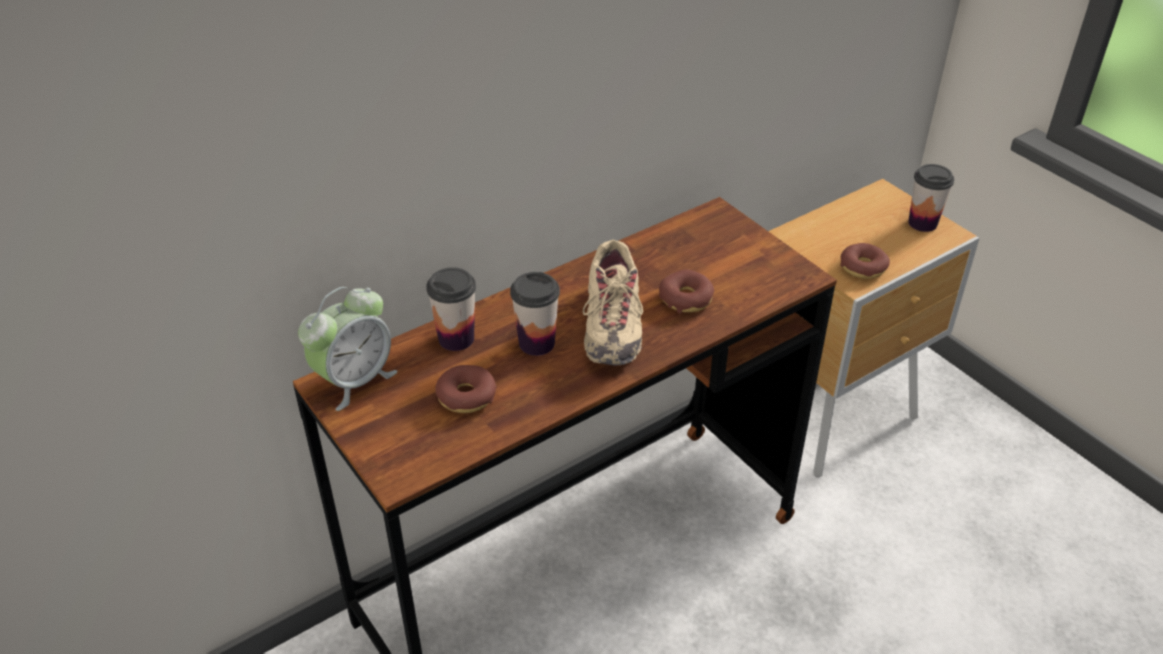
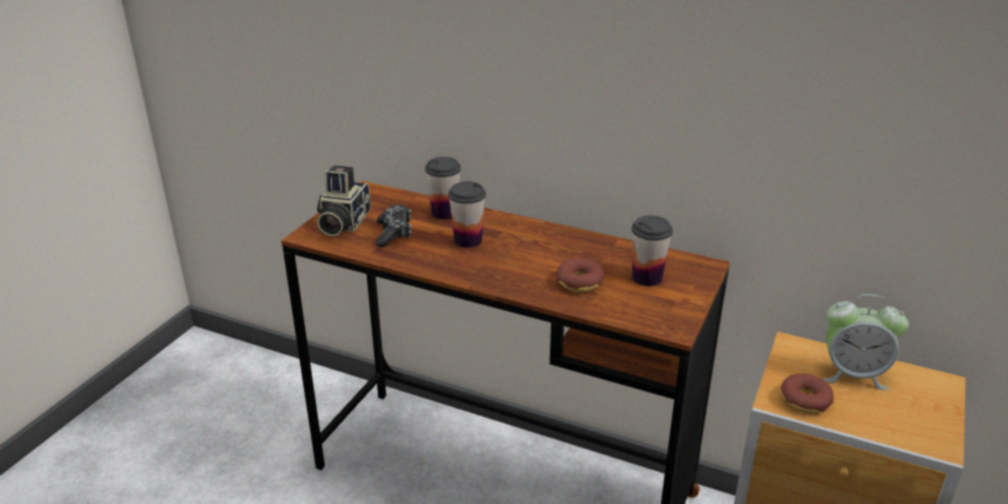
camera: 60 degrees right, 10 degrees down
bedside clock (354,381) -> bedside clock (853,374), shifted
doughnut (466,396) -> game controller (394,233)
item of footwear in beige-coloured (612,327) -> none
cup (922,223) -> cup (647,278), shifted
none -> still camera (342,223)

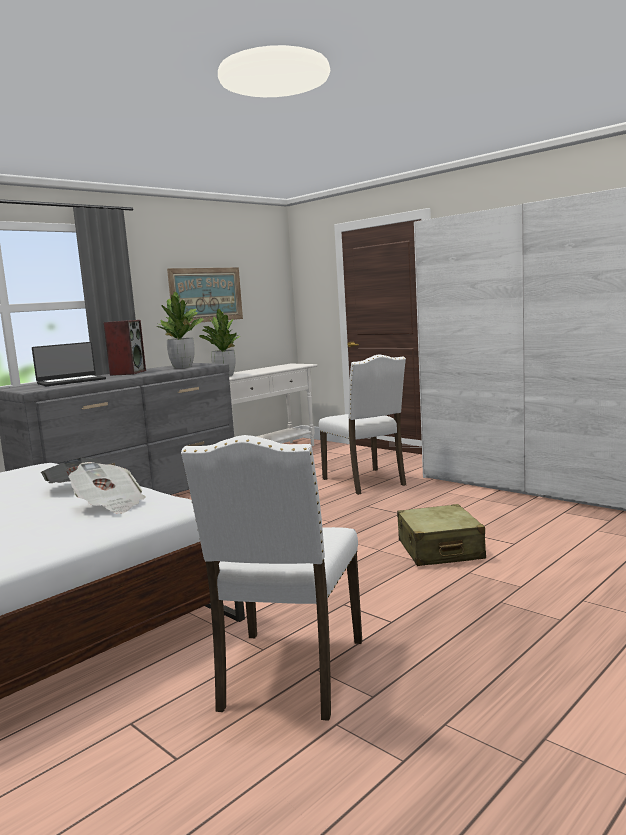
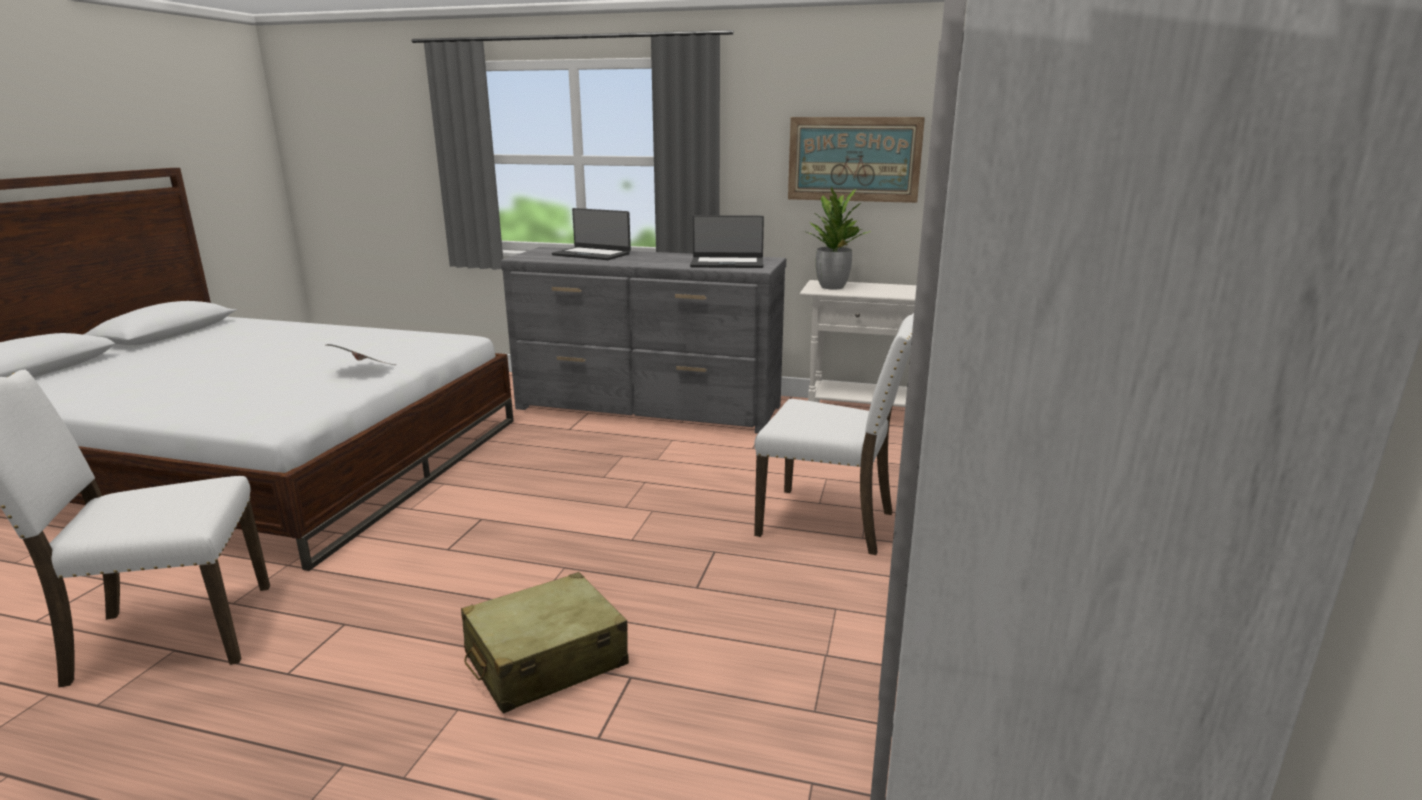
camera: 60 degrees right, 10 degrees up
newspaper (110,505) -> none
speaker (128,373) -> none
houseplant (182,367) -> portable computer (727,263)
chair in white (366,482) -> chair in white (830,522), 105 degrees counterclockwise

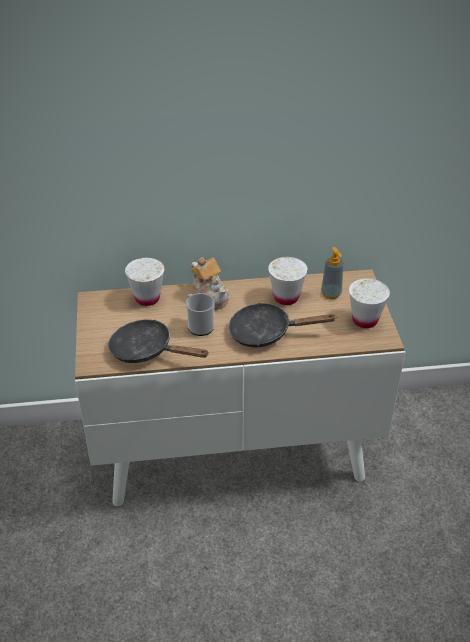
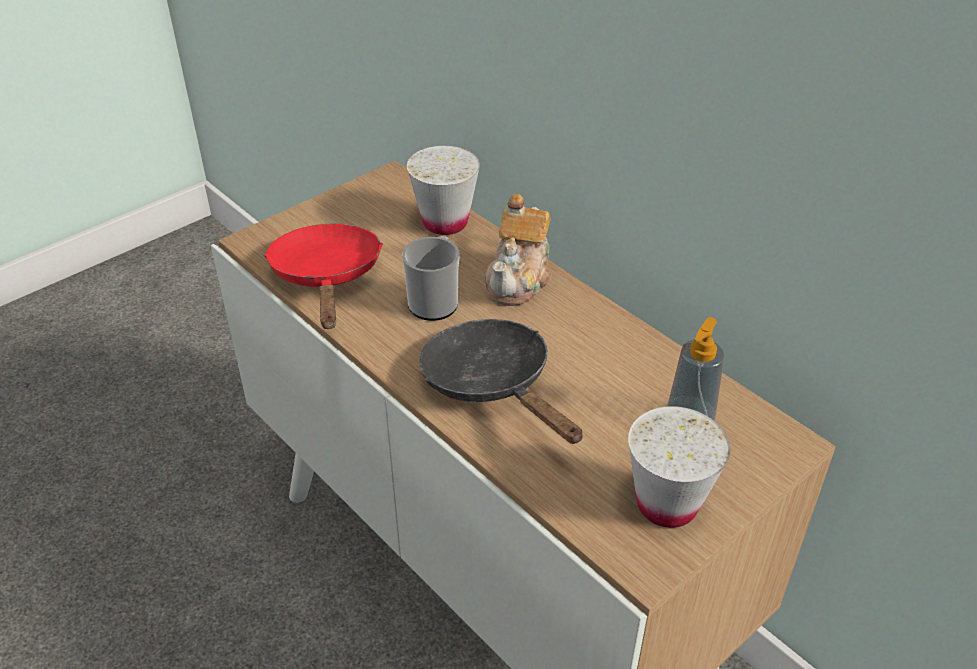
camera: 55 degrees right, 0 degrees up
pan in black-coloured (147,351) -> pan in red (327,277)
cup in white (286,297) -> none

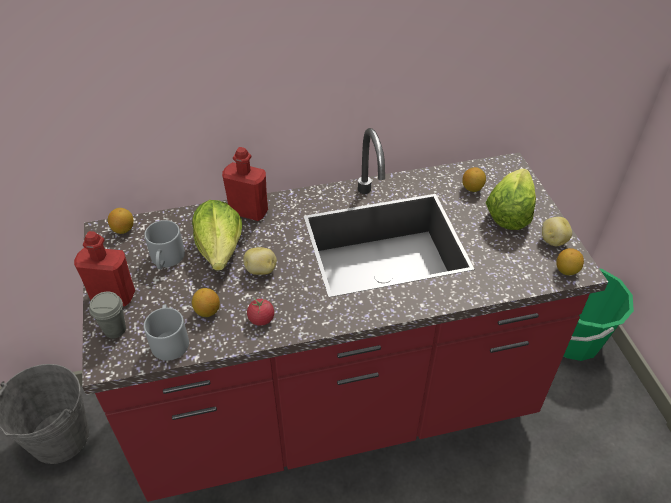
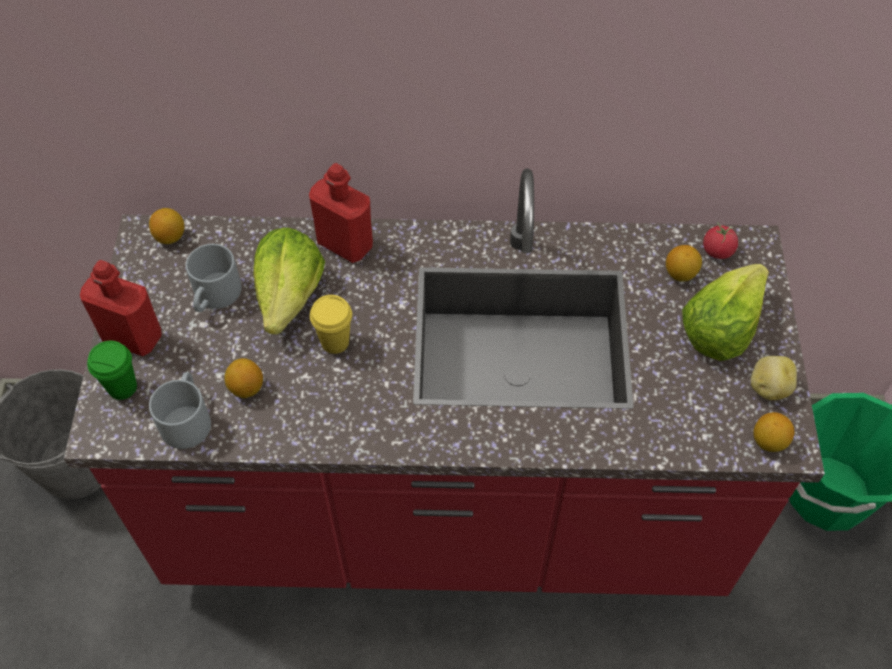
camera: 15 degrees right, 10 degrees up
cup in gray (115,330) -> cup in green-coloured (122,387)
whole potato (261,270) -> cup in yellow (335,342)
tomato (261,319) -> tomato (717,251), shifted

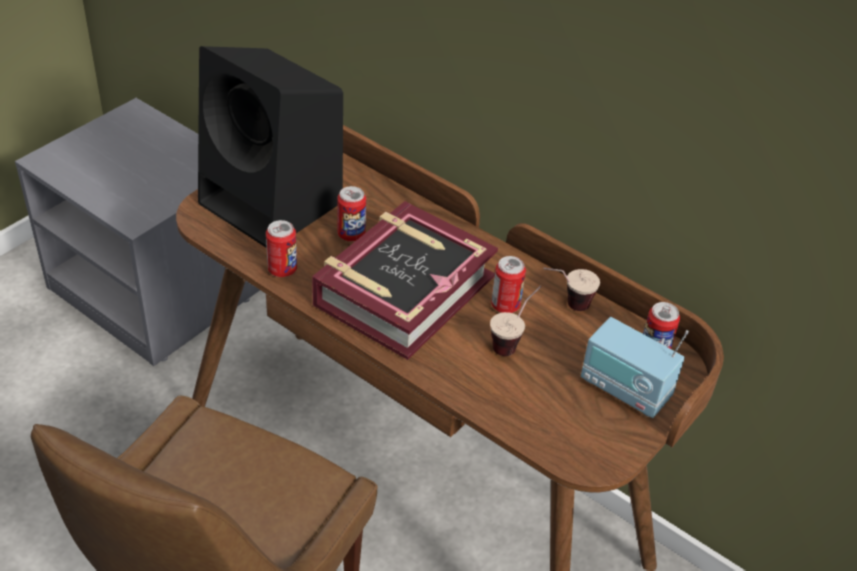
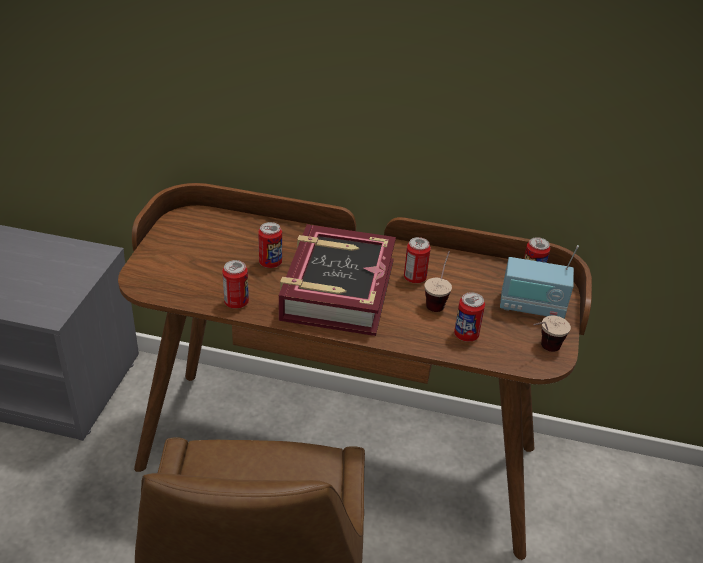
camera: 25 degrees left, 5 degrees down
speaker in black-coloured (274,204) -> none
cup (565,305) -> cup (542,350), shifted
none -> metal can (466,335)

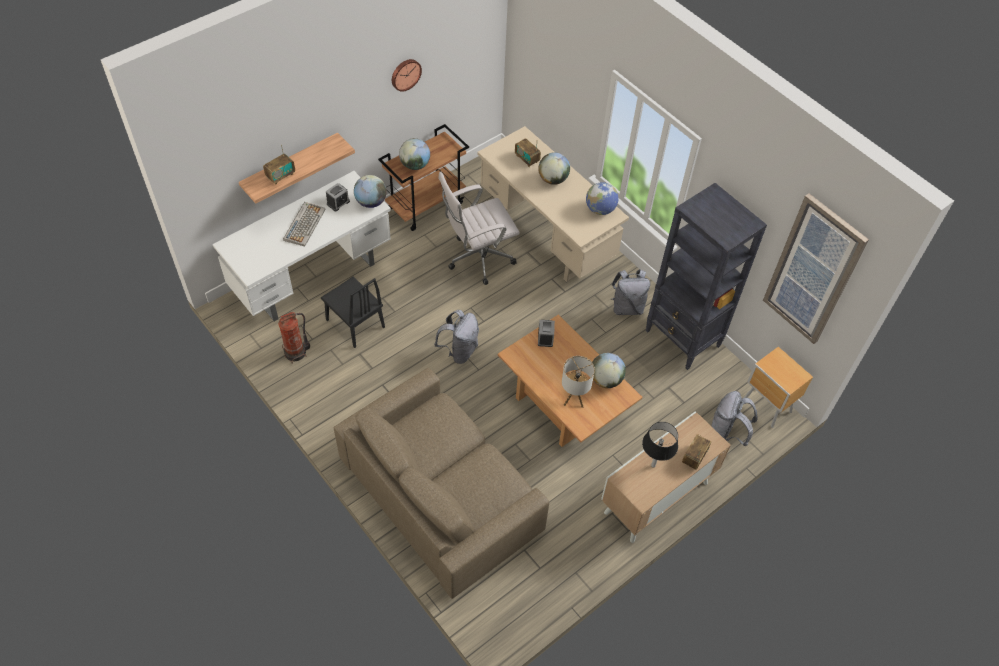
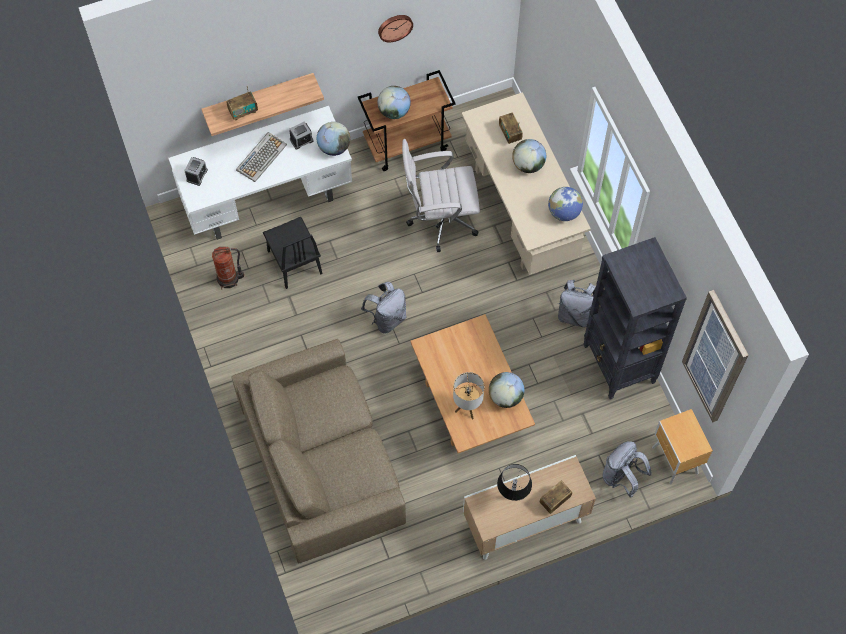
camera: 20 degrees right, 10 degrees up
bedside clock (545,338) -> bedside clock (197,175), shifted

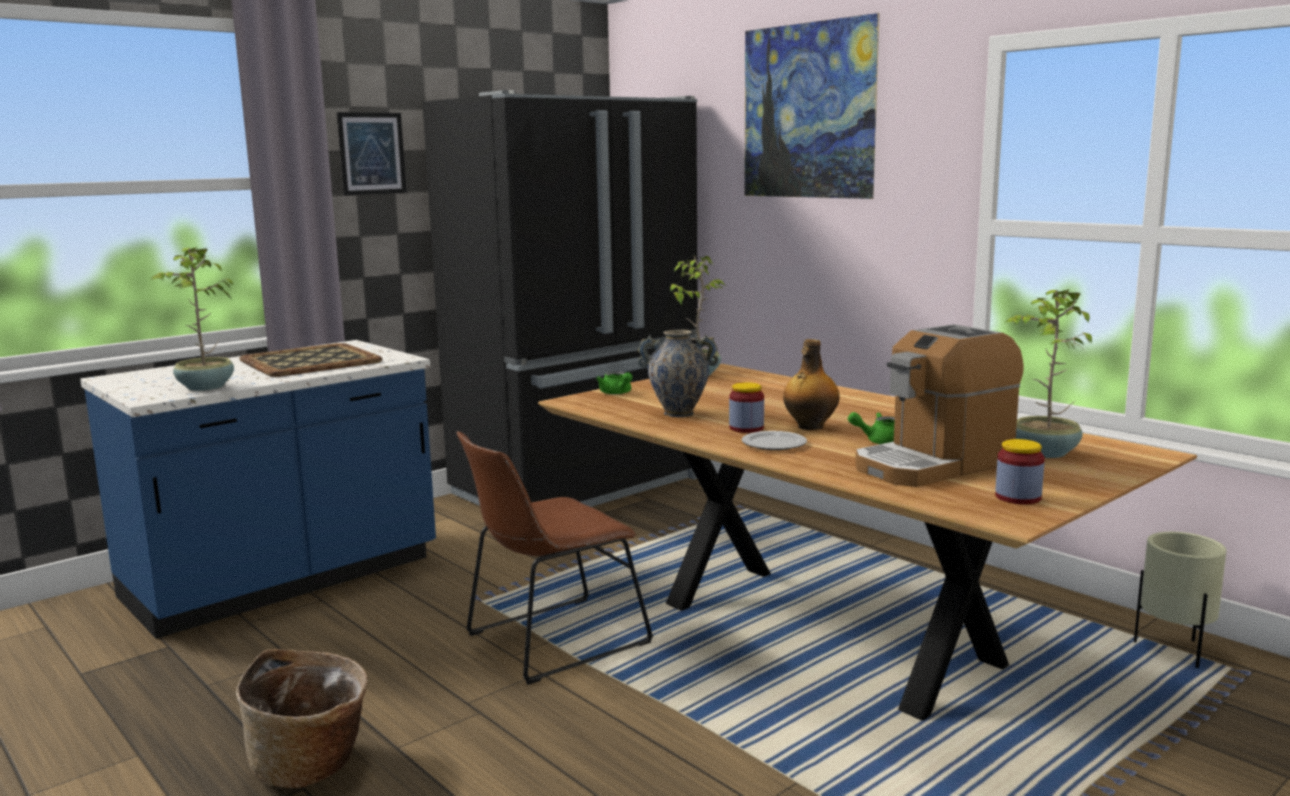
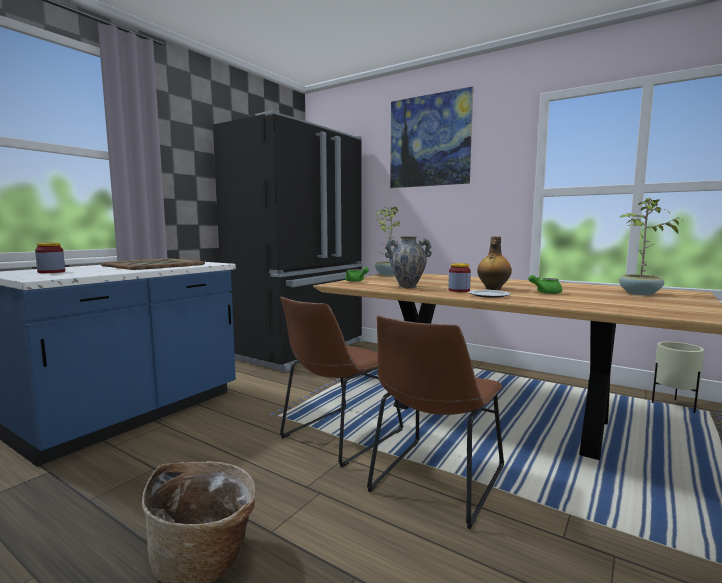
camera: 15 degrees left, 5 degrees down
houseplant (205,388) -> none
picture (372,153) -> none
coffee brewer (933,464) -> none
jar (1018,497) -> jar (51,272), shifted
none -> chair in brownish (435,482)

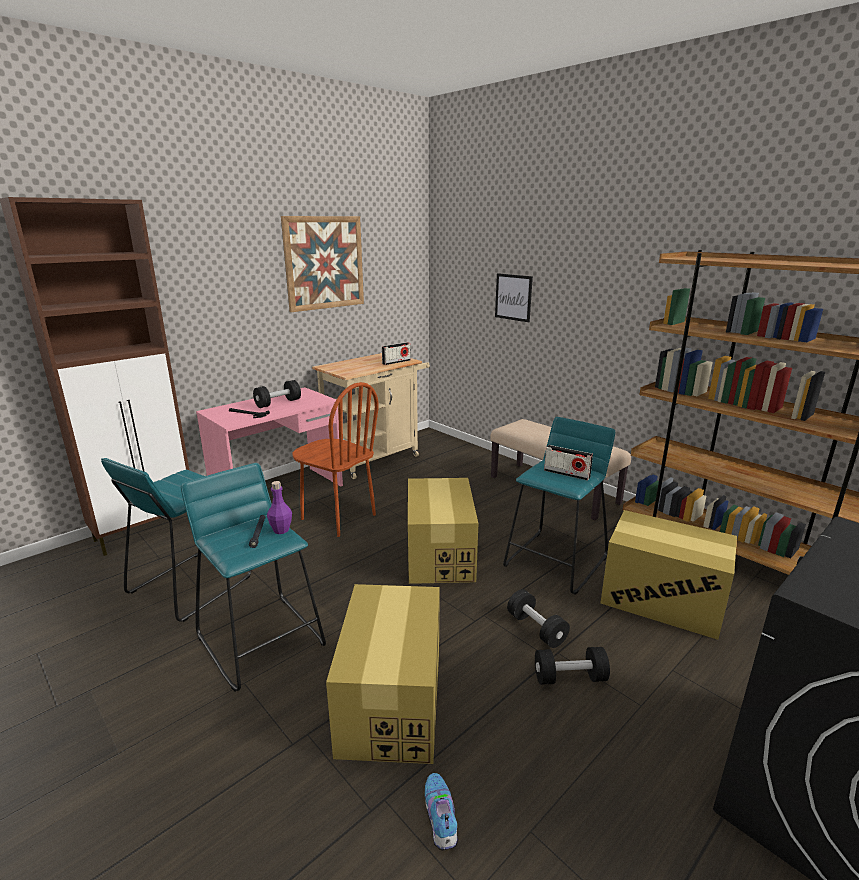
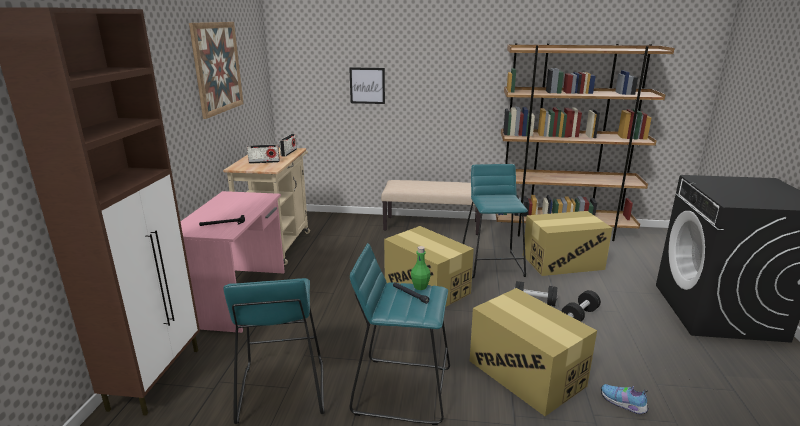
camera: 40 degrees left, 0 degrees up
hand weight in black-coloured (278,403) -> none
beverage bottle in purple-coloured (281,530) -> beverage bottle in green-coloured (420,287)
chair in brownish (338,517) -> none
radio receiver (566,474) -> radio receiver (264,162), shifted

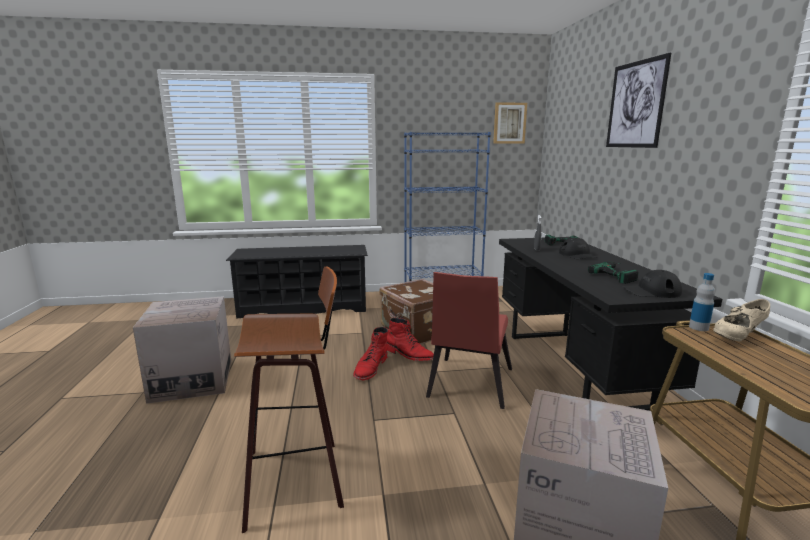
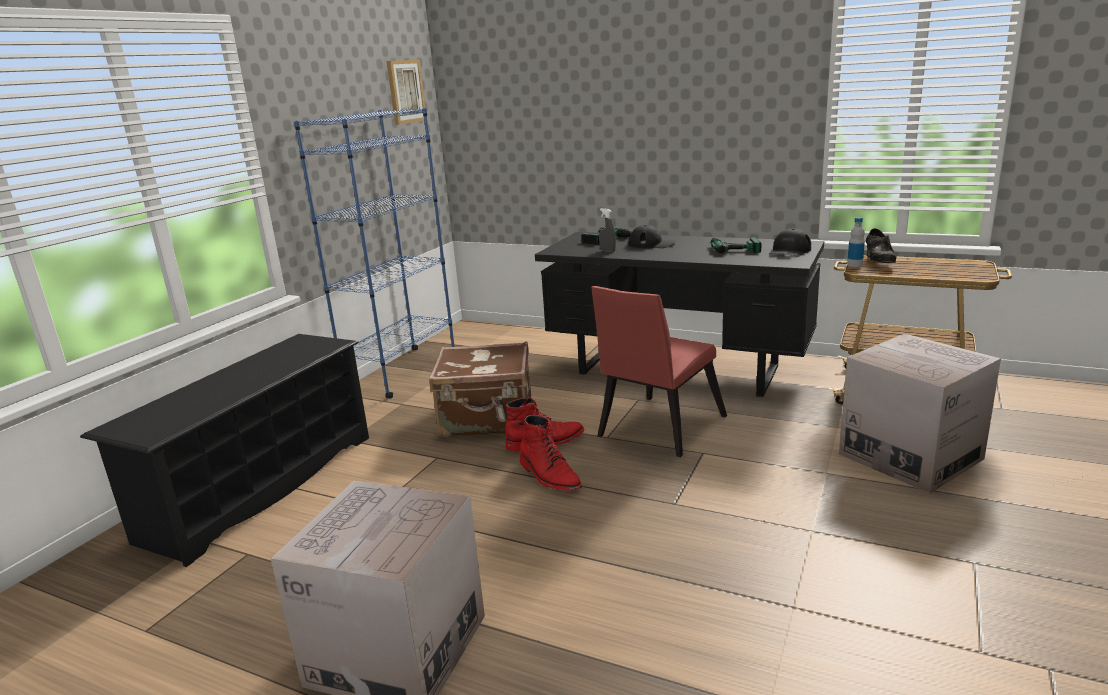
camera: 55 degrees left, 5 degrees up
sitting stool (297,478) -> none
chair in red (468,385) -> chair in red (656,429), 75 degrees clockwise
picture (635,105) -> none
item of footwear in beige-coloured (737,336) -> item of footwear in black-coloured (878,262)

